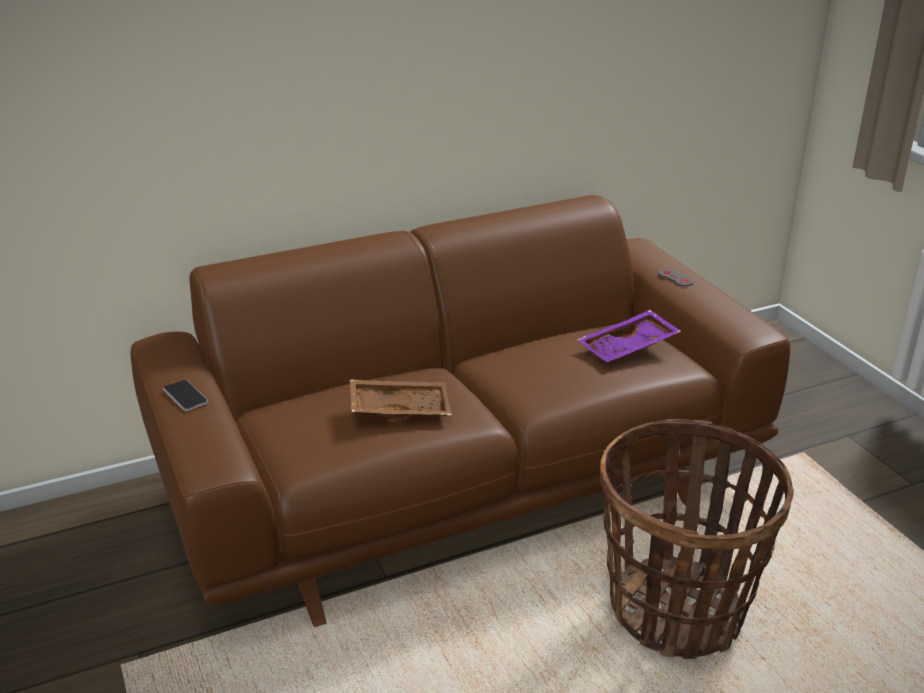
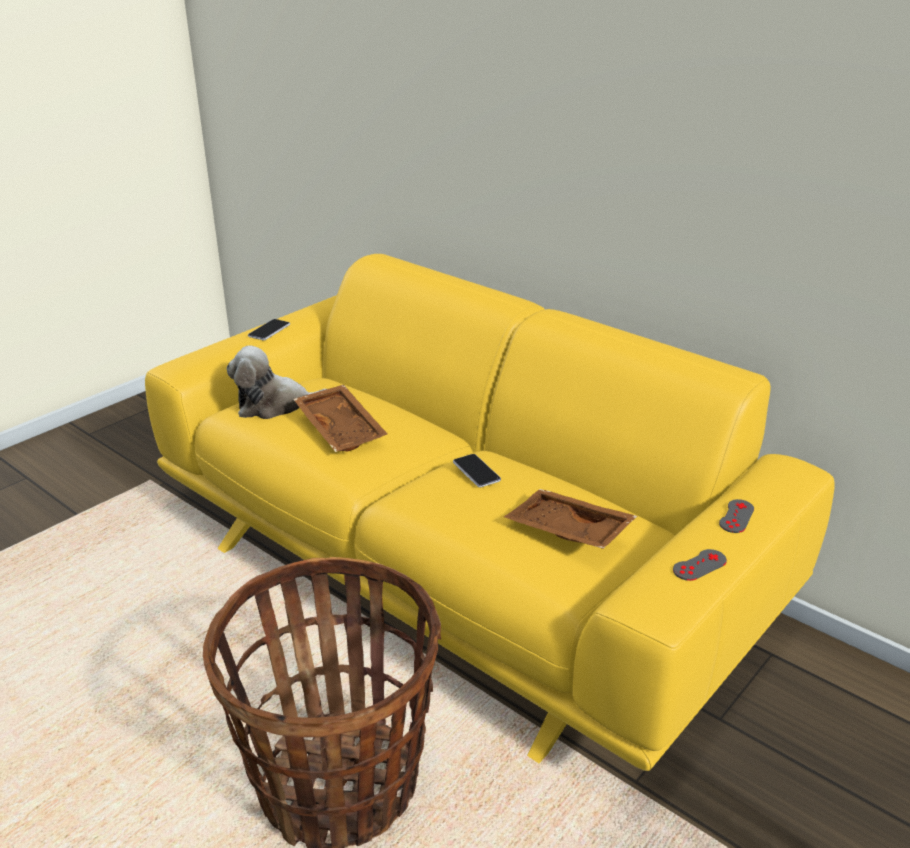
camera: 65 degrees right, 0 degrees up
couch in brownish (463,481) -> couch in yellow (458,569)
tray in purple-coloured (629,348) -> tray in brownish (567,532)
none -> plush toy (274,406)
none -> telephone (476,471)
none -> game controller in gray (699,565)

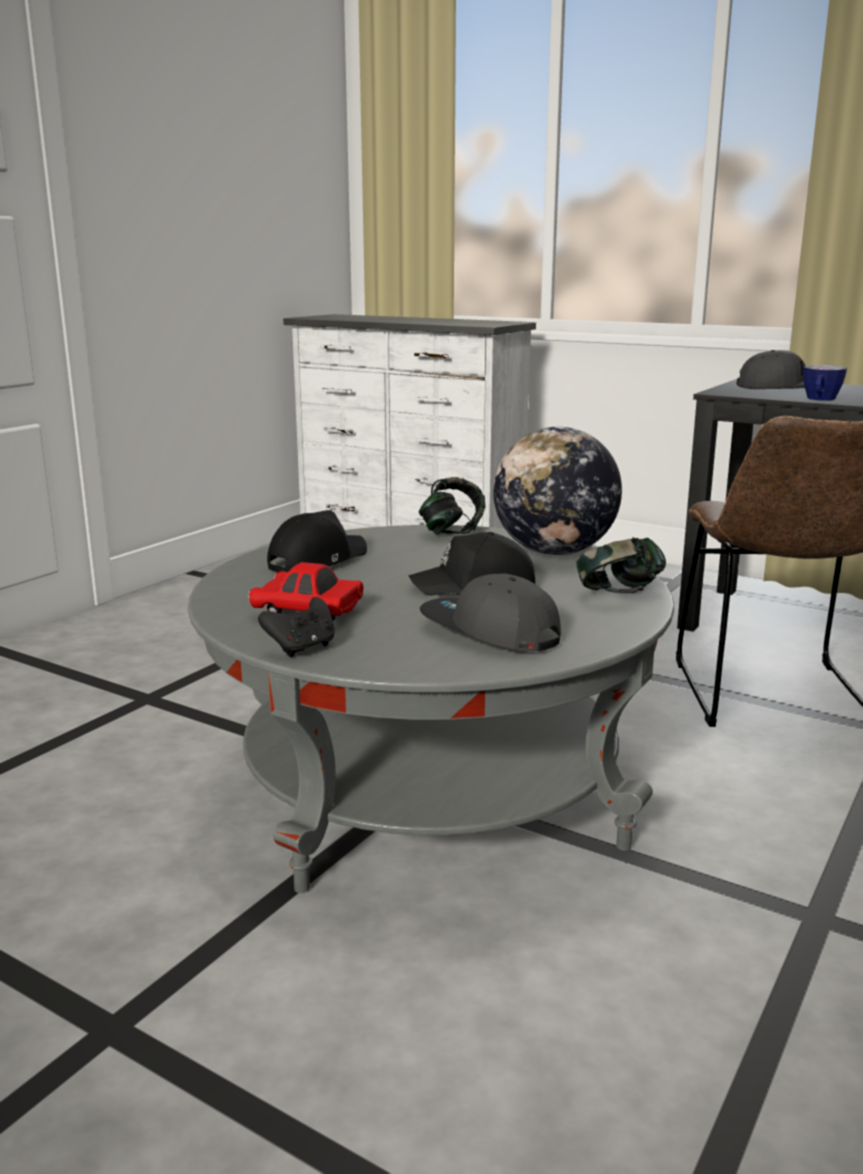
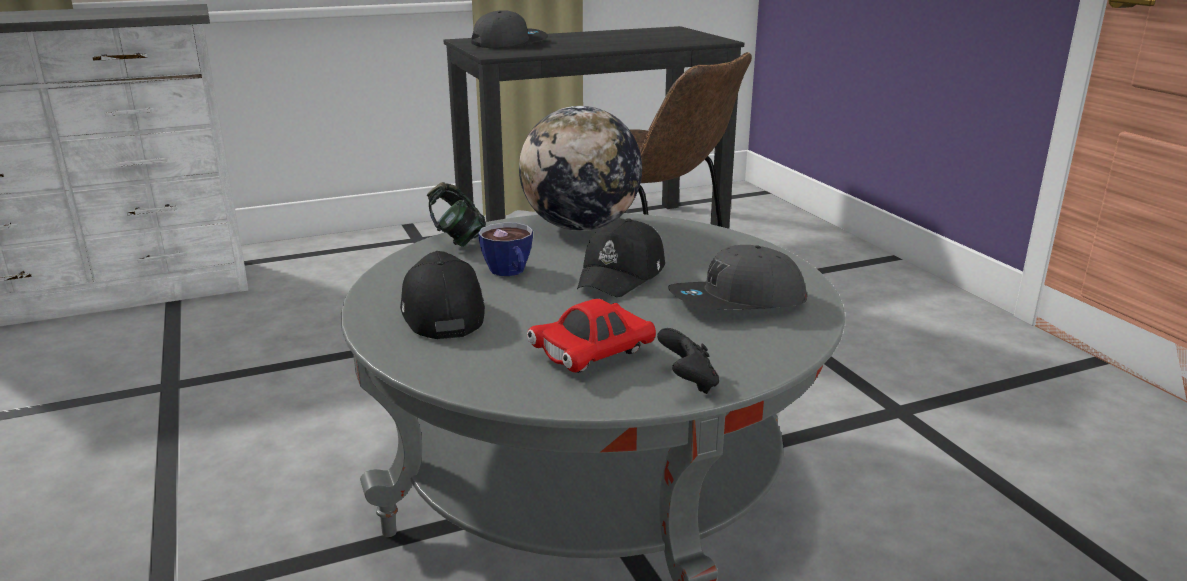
camera: 55 degrees left, 5 degrees up
pair of headphones (619,595) -> none
cup (820,399) -> cup (510,273), shifted

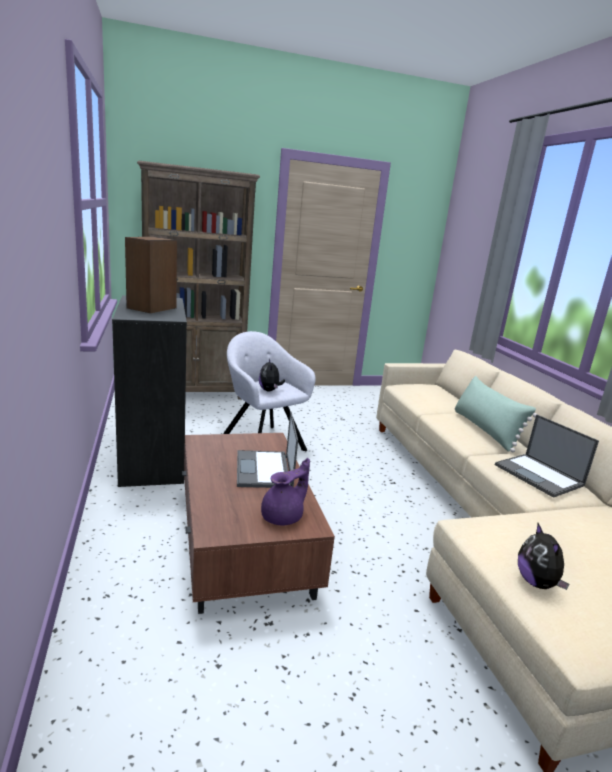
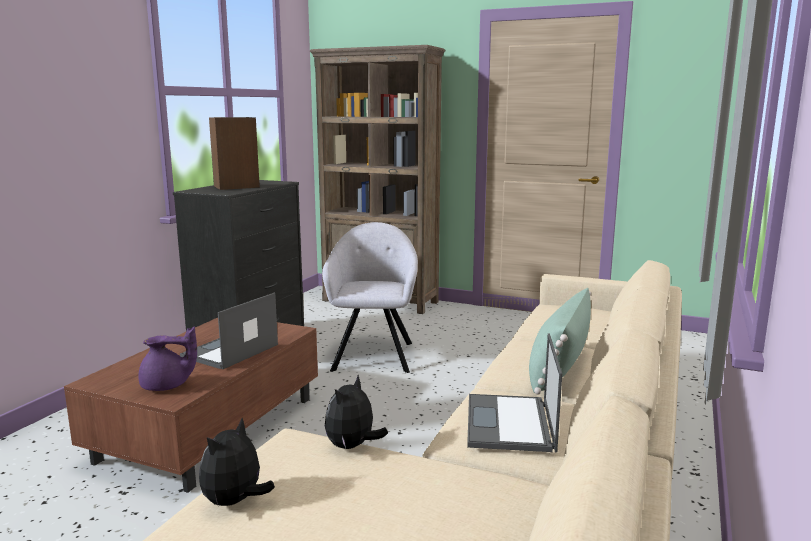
camera: 40 degrees right, 5 degrees down
plush toy (269,390) -> plush toy (352,446), shifted

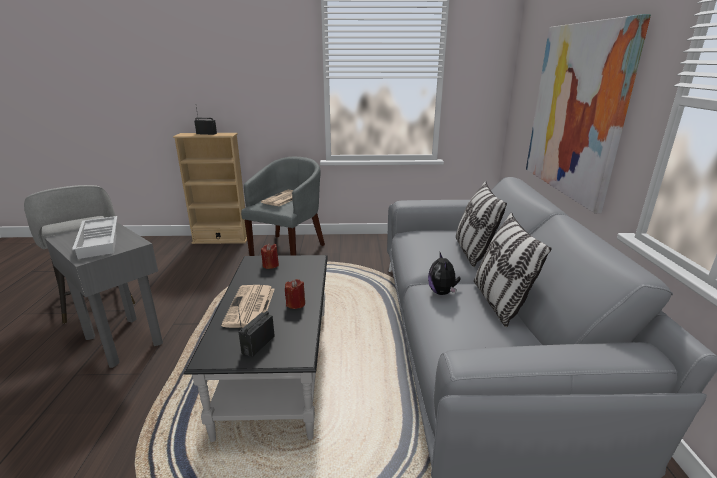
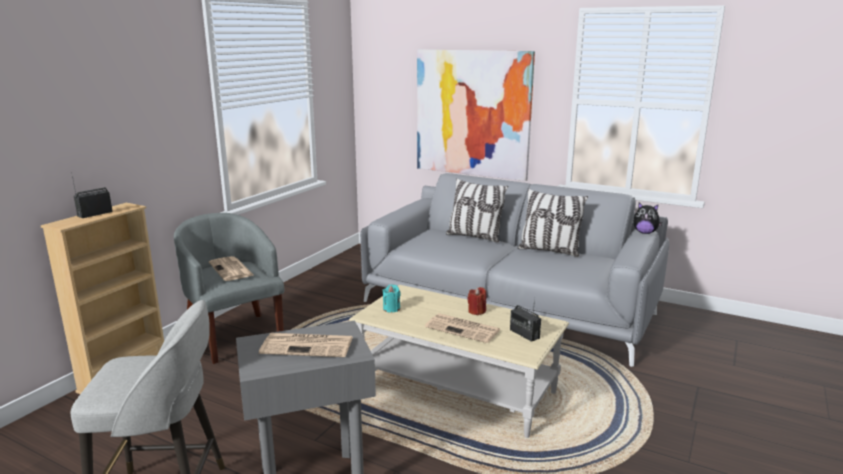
camera: 60 degrees left, 5 degrees down
tray in white (100,241) -> newspaper (308,345)
low table in black-coloured (278,366) -> low table in beige-coloured (457,389)
wax candle in red (270,265) -> wax candle in blue-green (391,309)
plush toy (442,292) -> plush toy (645,232), shifted

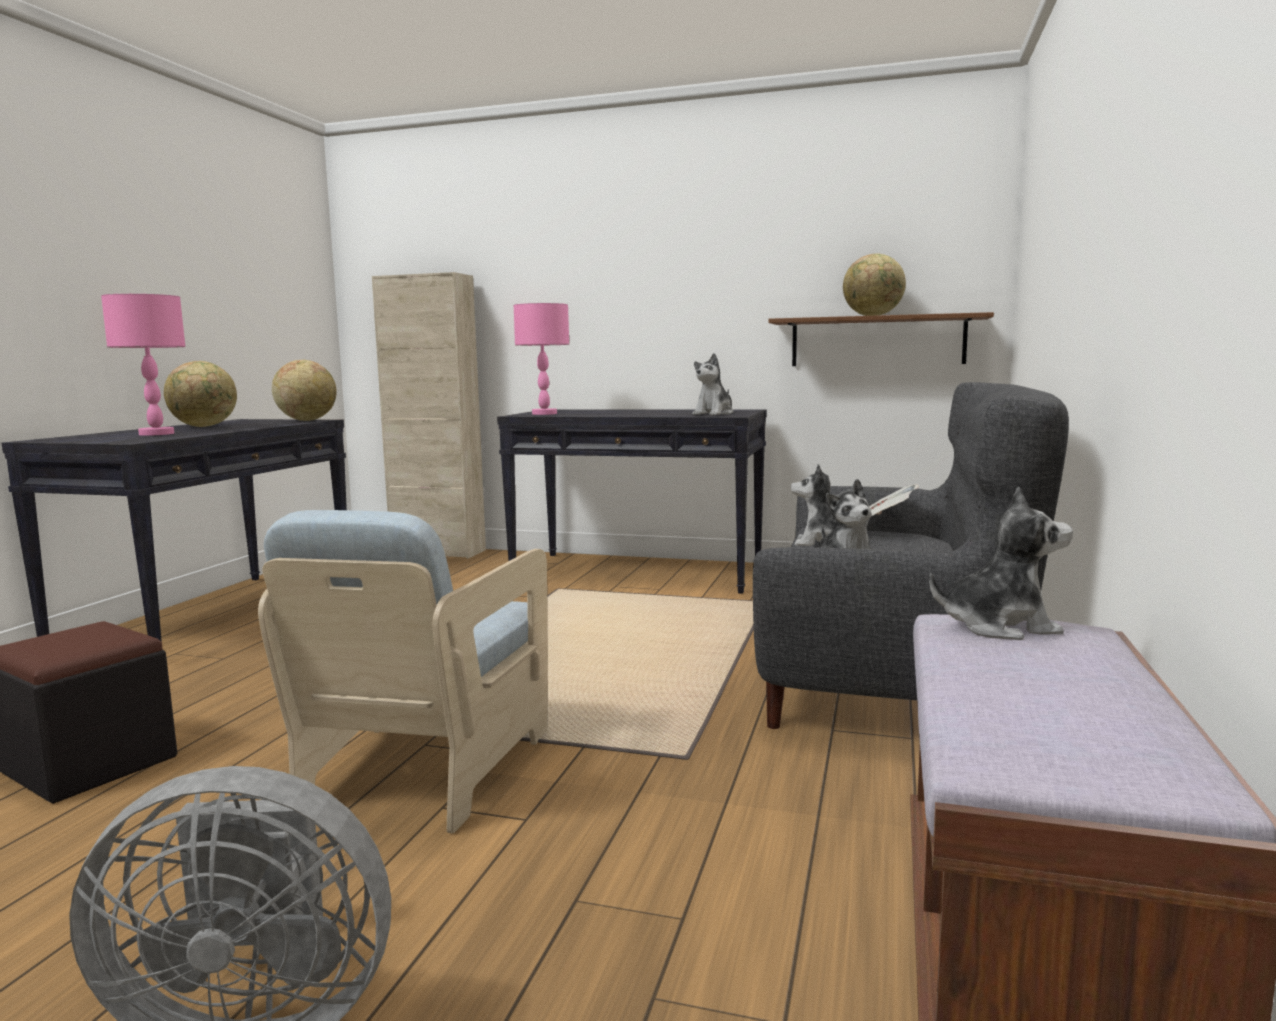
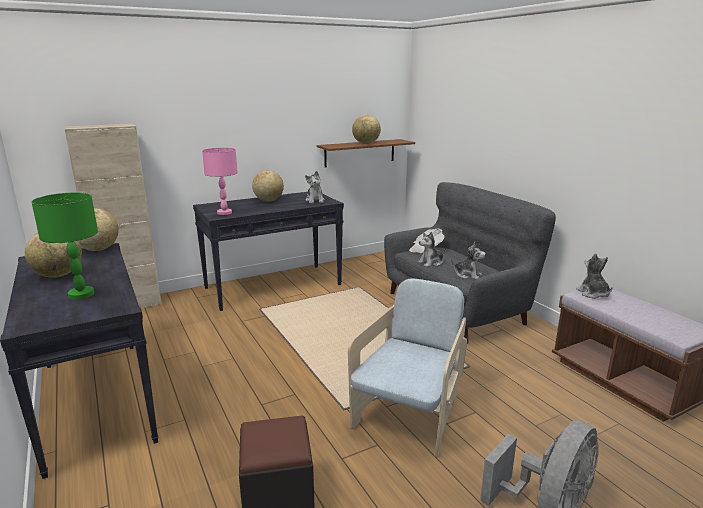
camera: 45 degrees left, 10 degrees up
lamp for a table in pinkish (156,434) -> lamp for a table in green-coloured (81,294)
lounge chair in beige-coloured (424,769) -> lounge chair in beige-coloured (409,415), 120 degrees counterclockwise
plush toy (999,627) -> plush toy (593,294), 60 degrees counterclockwise
none -> world globe (268,200)

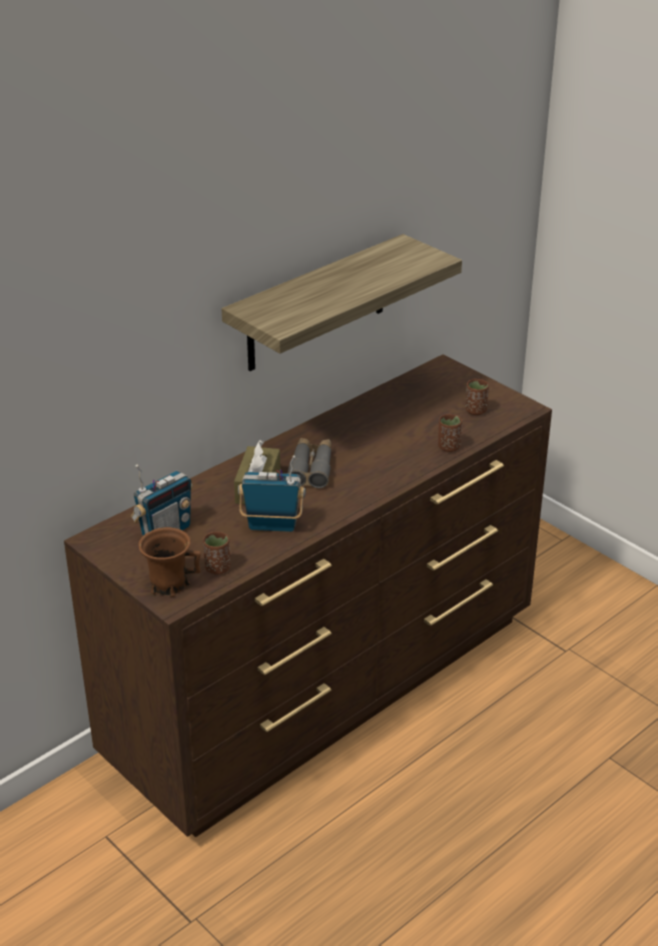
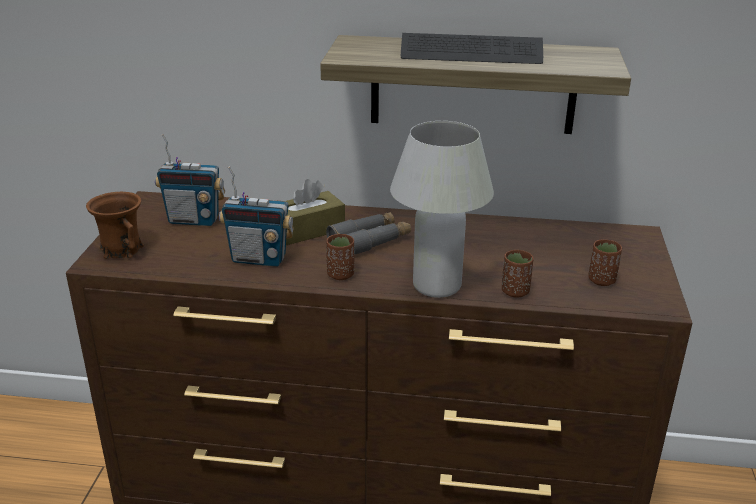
camera: 50 degrees right, 5 degrees down
cup in brownish (217,568) -> cup in brownish (340,274), shifted
radio receiver (272,526) -> radio receiver (259,259), 135 degrees clockwise
none -> lamp for a table in white (436,286)
none -> keyboard (471,53)

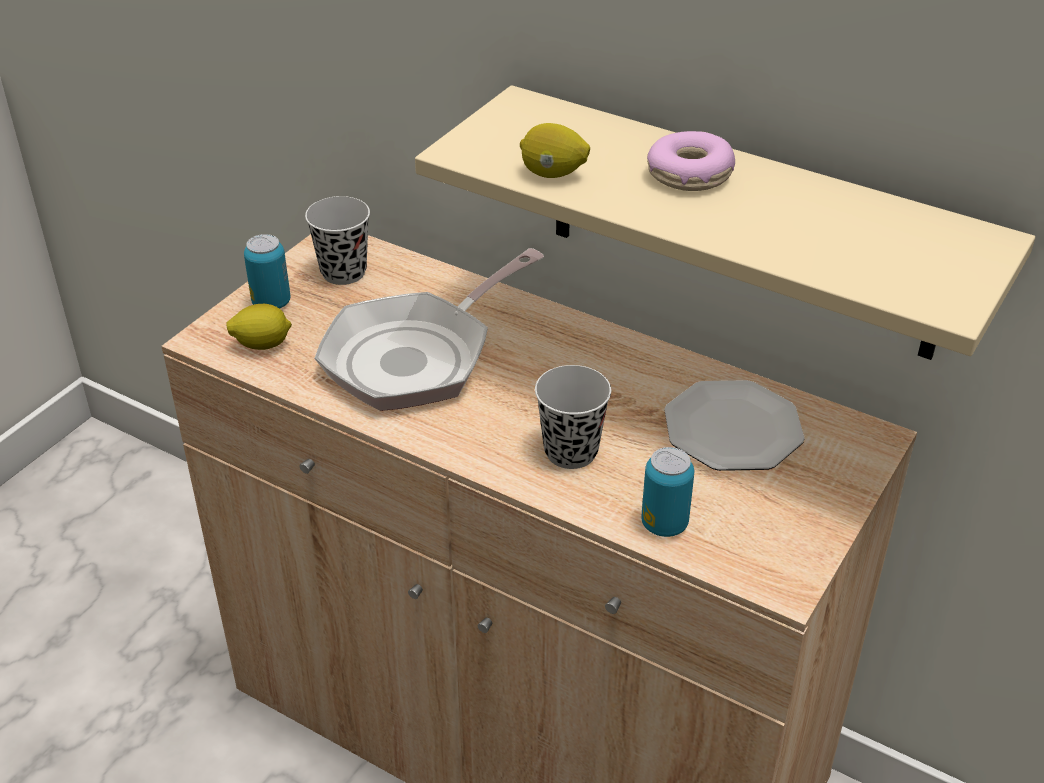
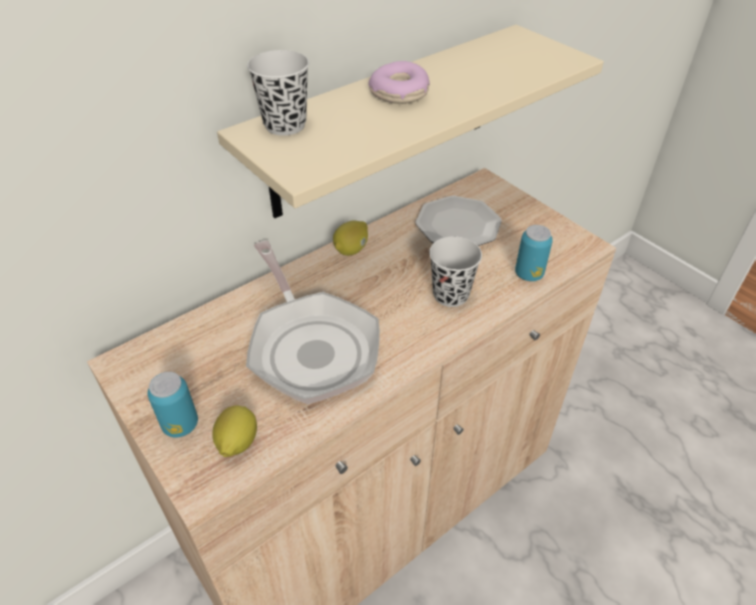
camera: 70 degrees left, 5 degrees up
cup in black-coloured (343,272) -> cup in black-coloured (285,125), shifted
whole lemon (553,174) -> whole lemon (351,249), shifted

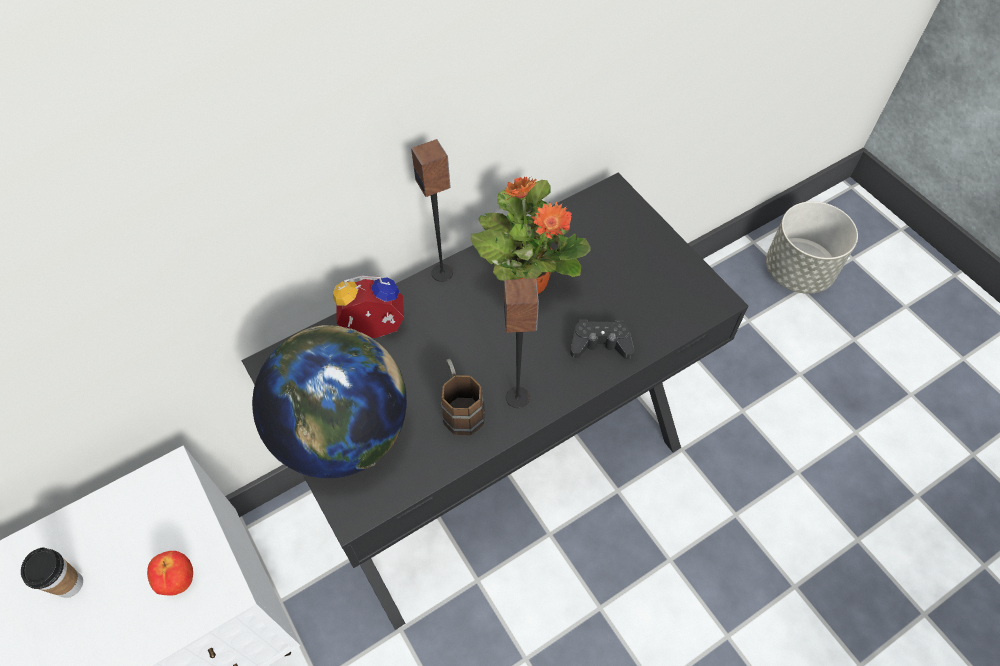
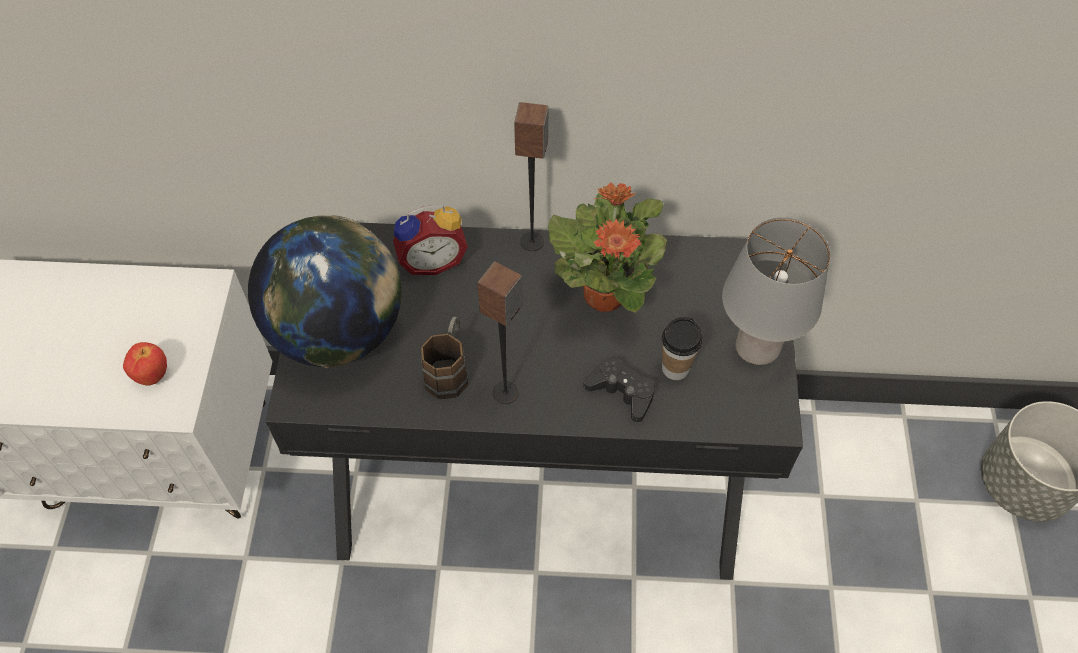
camera: 35 degrees right, 0 degrees up
cup (70,584) -> cup (675,368), shifted
bedside clock (374,331) -> bedside clock (432,260), 135 degrees clockwise
none -> lamp for a table in gray (756,349)

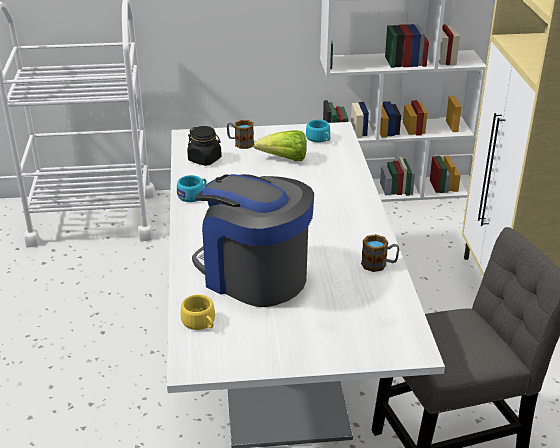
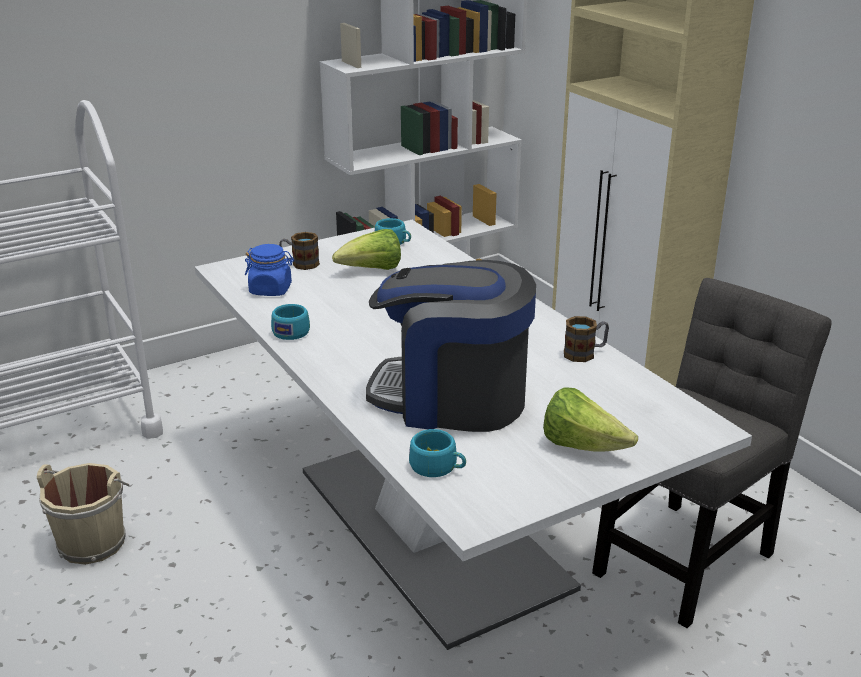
camera: 25 degrees left, 5 degrees down
cup in yellow (200,323) -> cup in blue-green (438,467)
jar in black-coloured (205,159) -> jar in blue-coloured (271,290)
none -> bucket in beige-coloured (93,541)
none -> head of lettuce (582,446)

